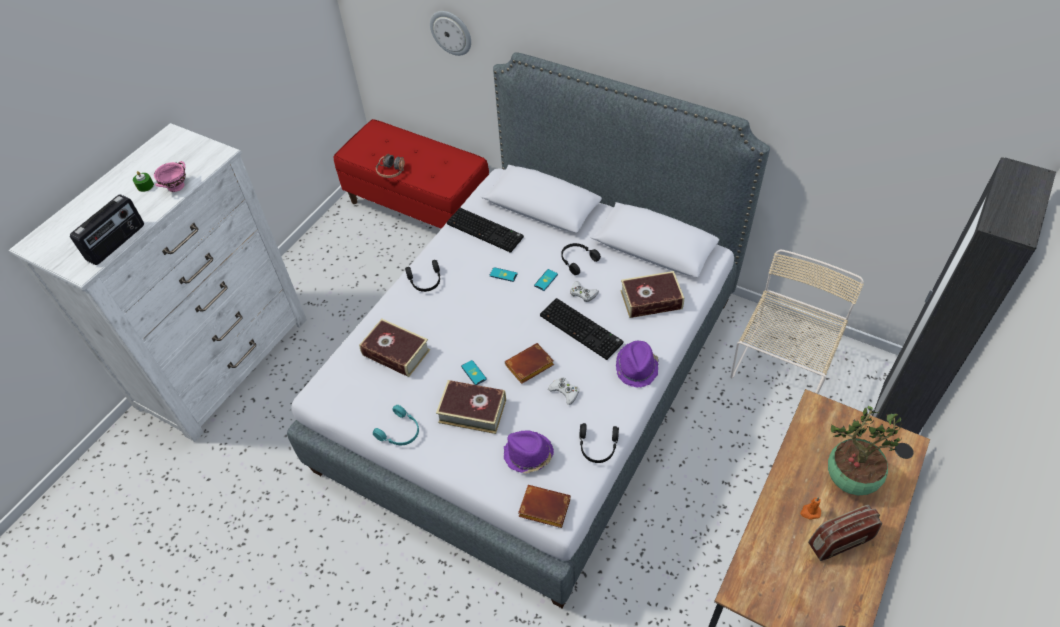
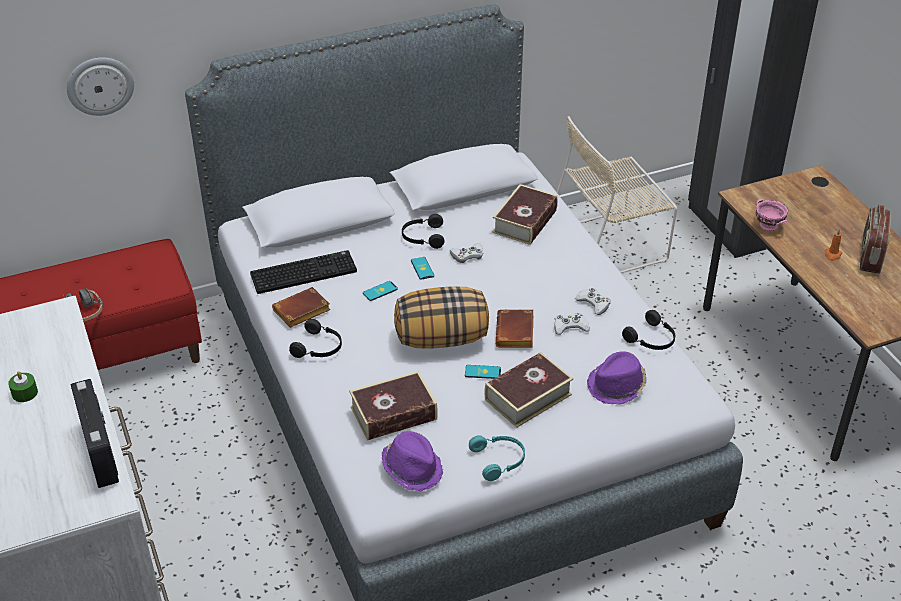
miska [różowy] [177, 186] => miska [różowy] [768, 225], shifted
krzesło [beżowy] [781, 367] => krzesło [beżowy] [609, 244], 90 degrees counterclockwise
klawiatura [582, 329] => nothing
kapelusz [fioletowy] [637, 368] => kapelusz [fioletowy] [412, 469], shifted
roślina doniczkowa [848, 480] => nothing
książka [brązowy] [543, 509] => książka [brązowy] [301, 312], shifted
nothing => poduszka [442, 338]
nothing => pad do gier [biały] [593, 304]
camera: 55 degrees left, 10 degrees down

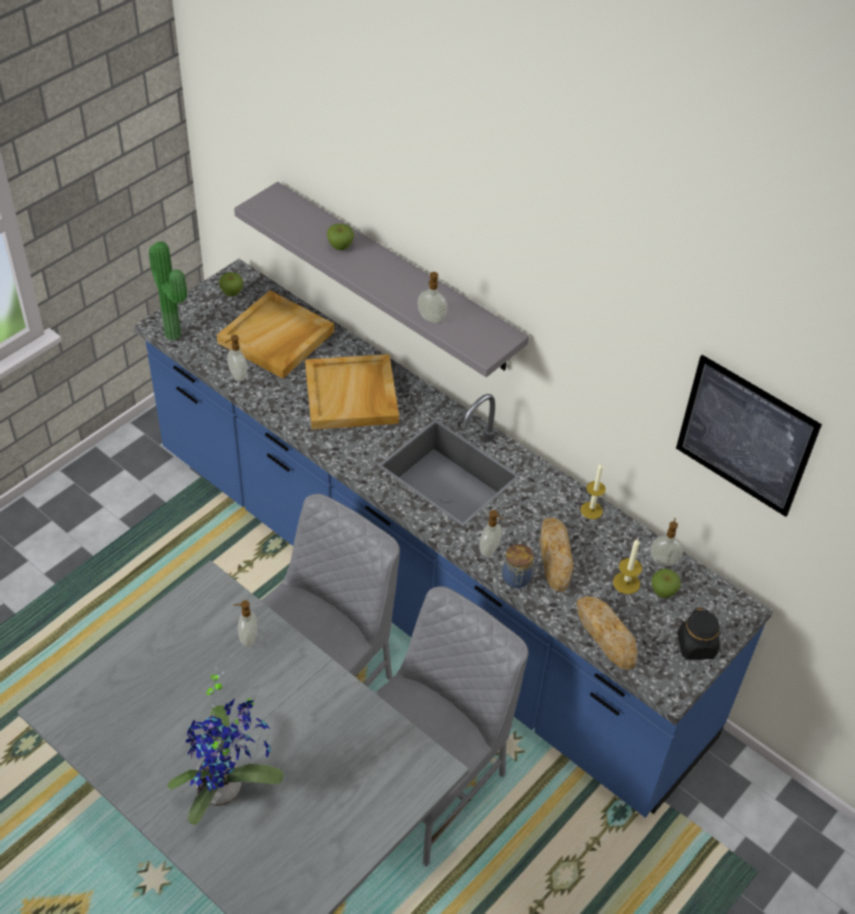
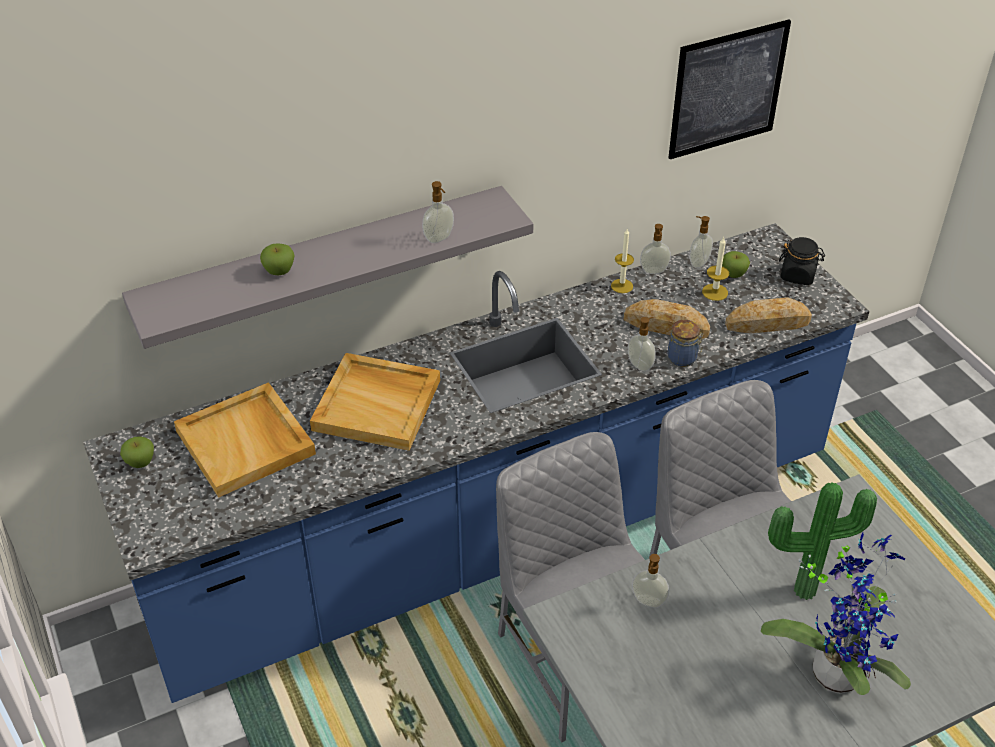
roślina doniczkowa [176, 333] => roślina doniczkowa [803, 587], shifted
dozownik mydła [237, 376] => dozownik mydła [654, 271], shifted
camera: 65 degrees left, 5 degrees down

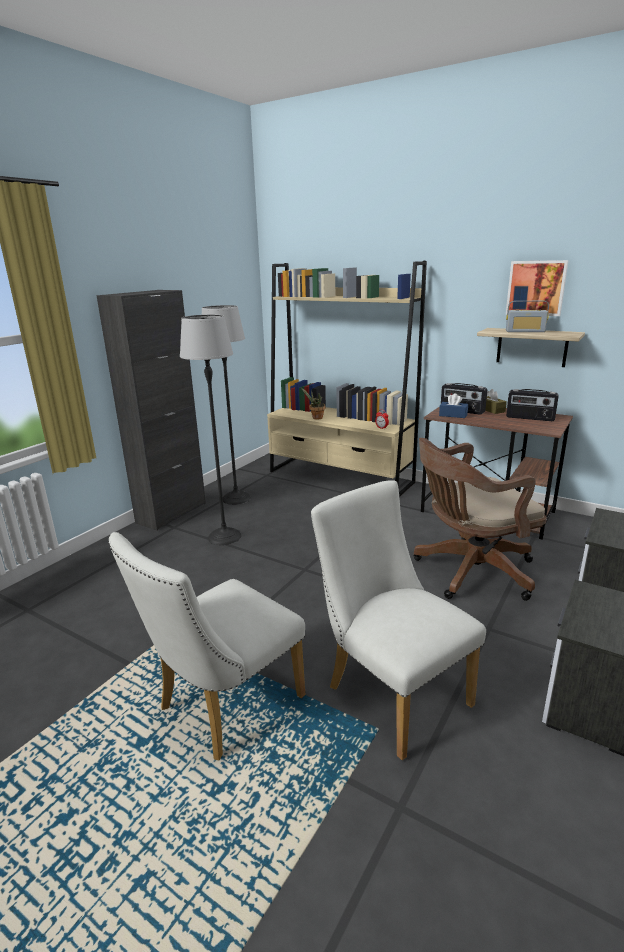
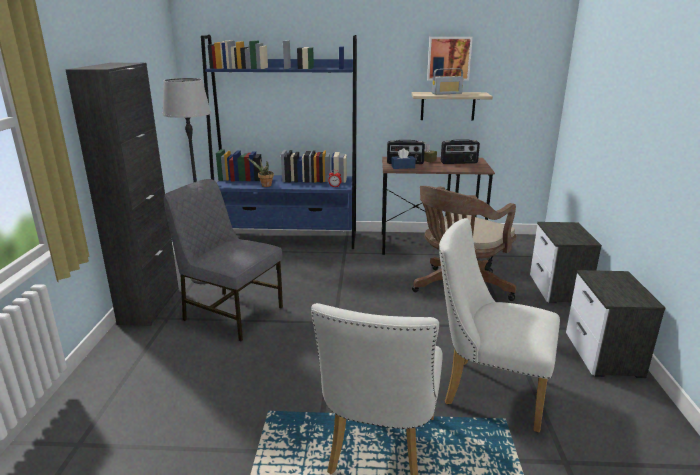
regał [beżowy] [340, 477] => regał [niebieski] [288, 239]
lampa stojąca [225, 536] => krzesło [szary] [231, 313]
camera: 30 degrees left, 0 degrees up

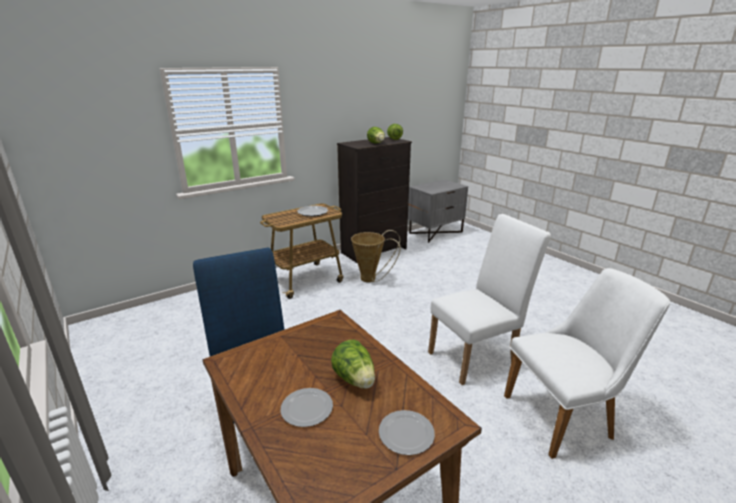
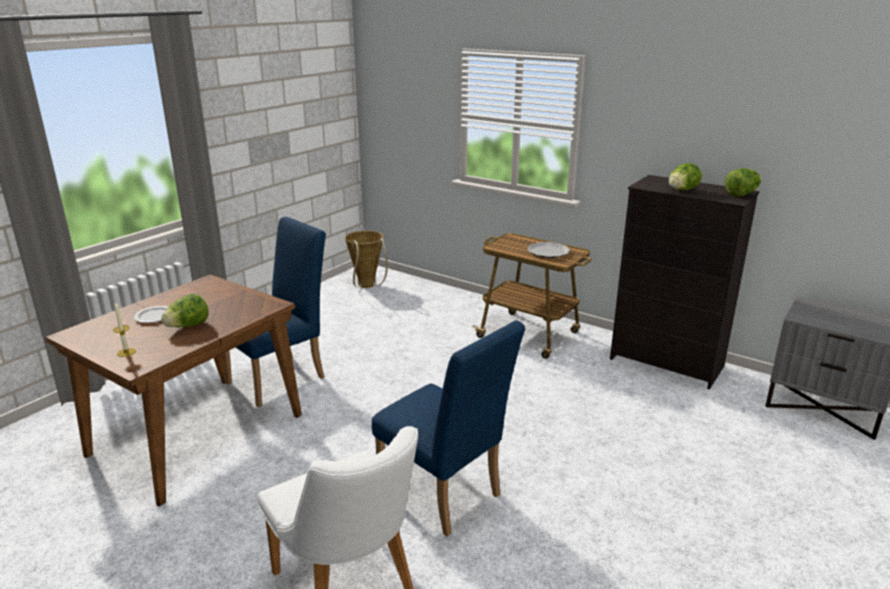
krzesło [biały] [477, 356] => krzesło [niebieski] [444, 496]
koszyk [372, 279] => koszyk [367, 286], shifted
talerz [405, 433] => świeca [126, 352]
camera: 70 degrees right, 0 degrees up

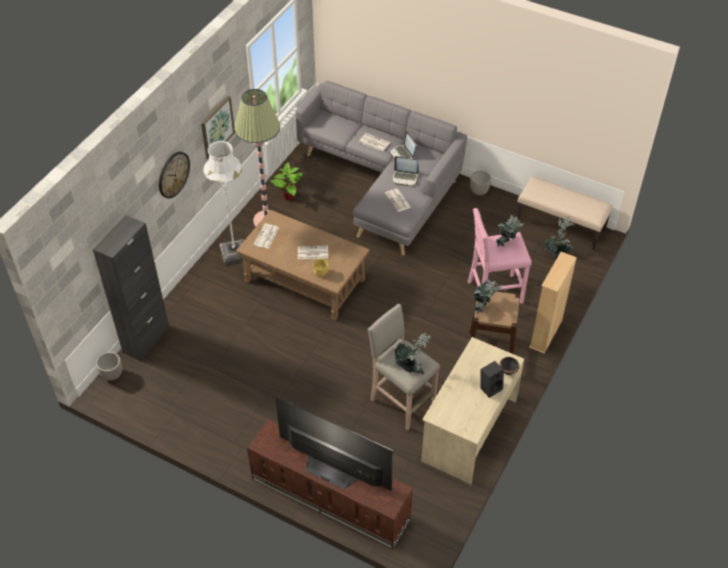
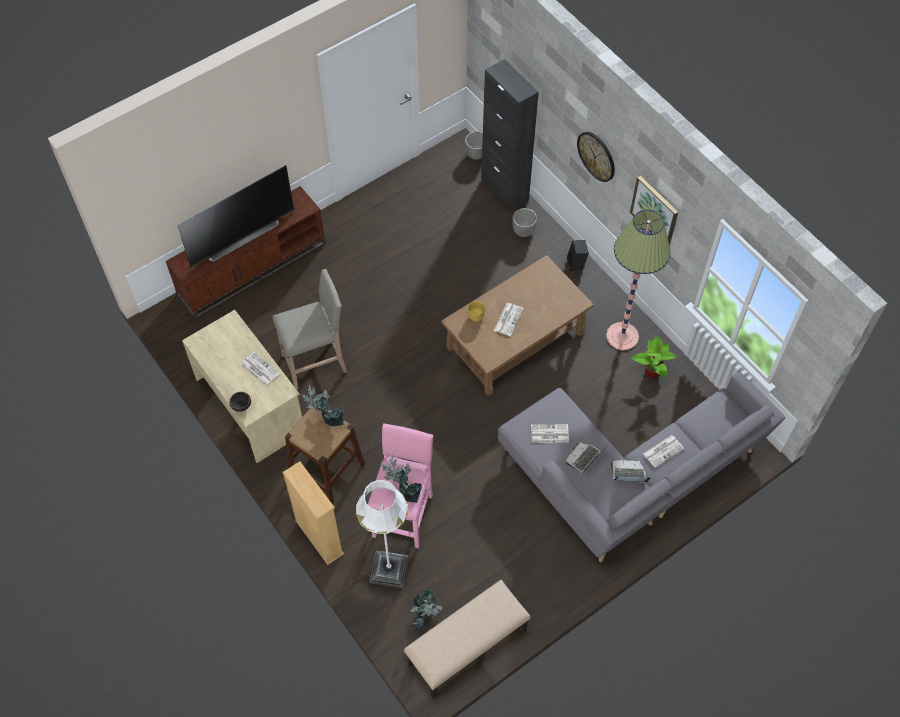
lampa stojąca [biały] [234, 252] => lampa stojąca [biały] [389, 570], shifted
donica [479, 191] => donica [523, 232], shifted
gazeta [266, 236] => gazeta [259, 369], shifted
roślina doniczkowa [411, 367] => nothing
głośnik [czarny] [490, 387] => głośnik [czarny] [576, 264], shifted
camera: 115 degrees right, 10 degrees up

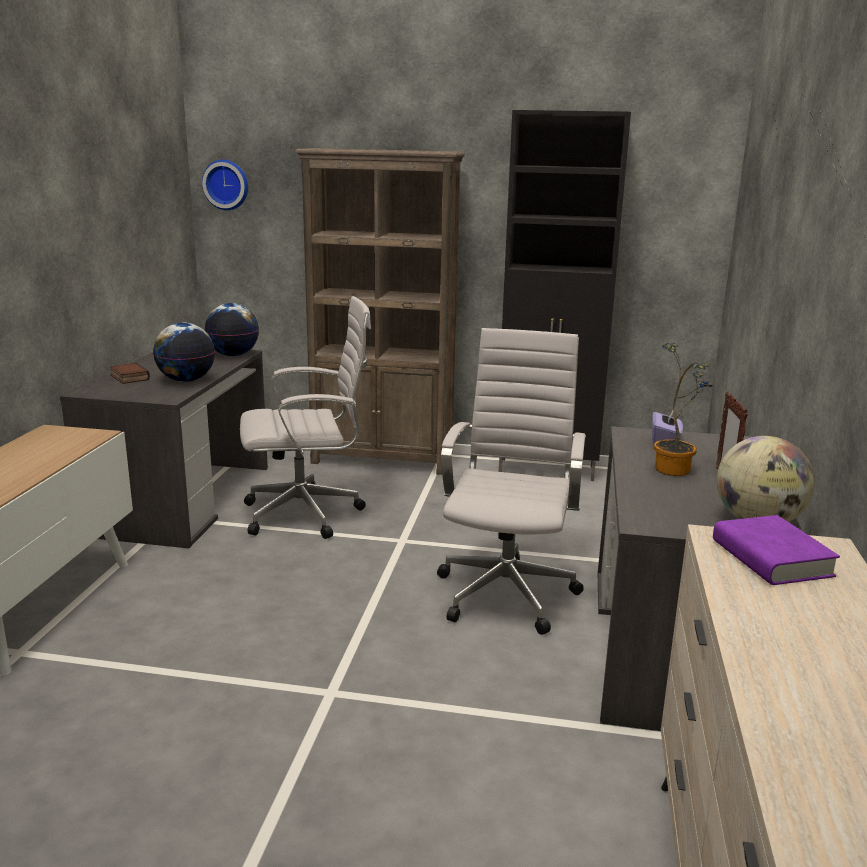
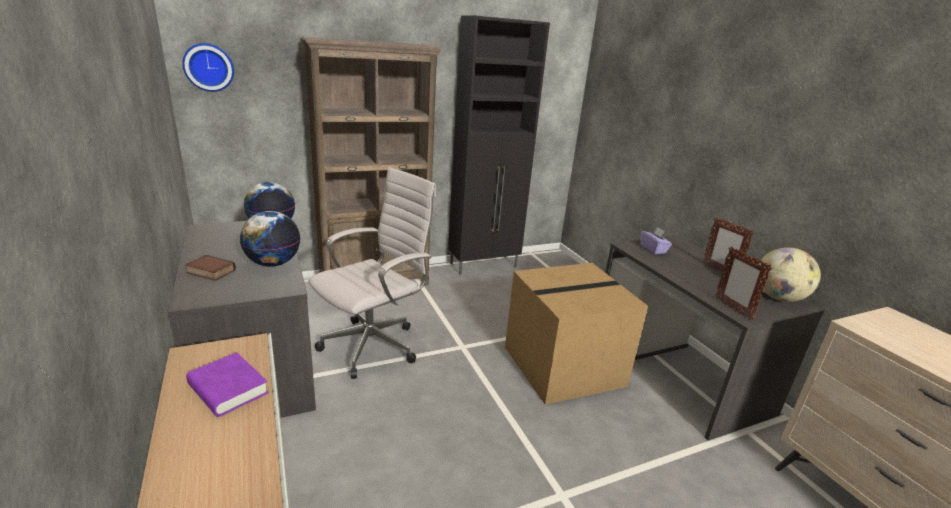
krzesło biurowe [biały] [507, 591] => karton [564, 365]
roślina doniczkowa [676, 468] => nothing
książka [fioletowy] [771, 558] => książka [fioletowy] [228, 389], shifted
nothing => ramka na zdjęcie [732, 308]
camera: 35 degrees left, 5 degrees up

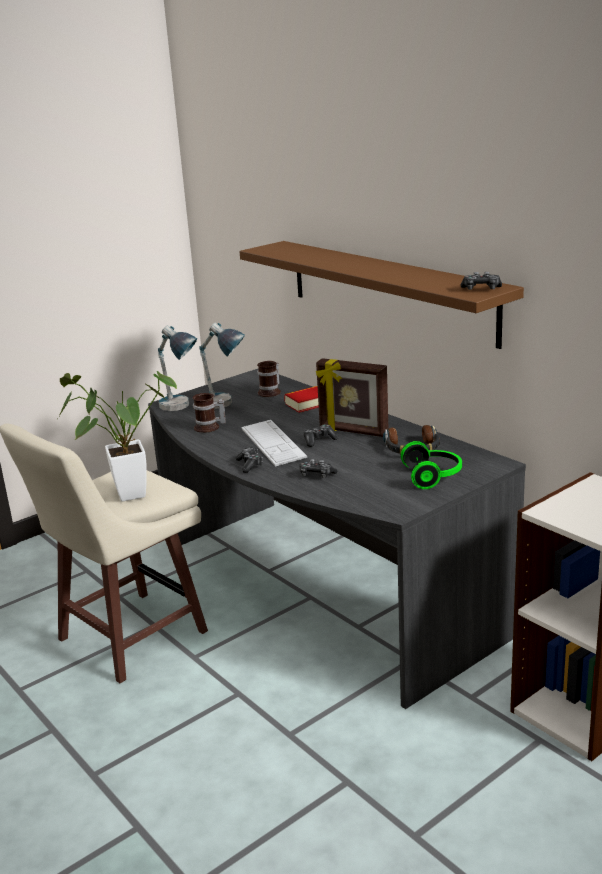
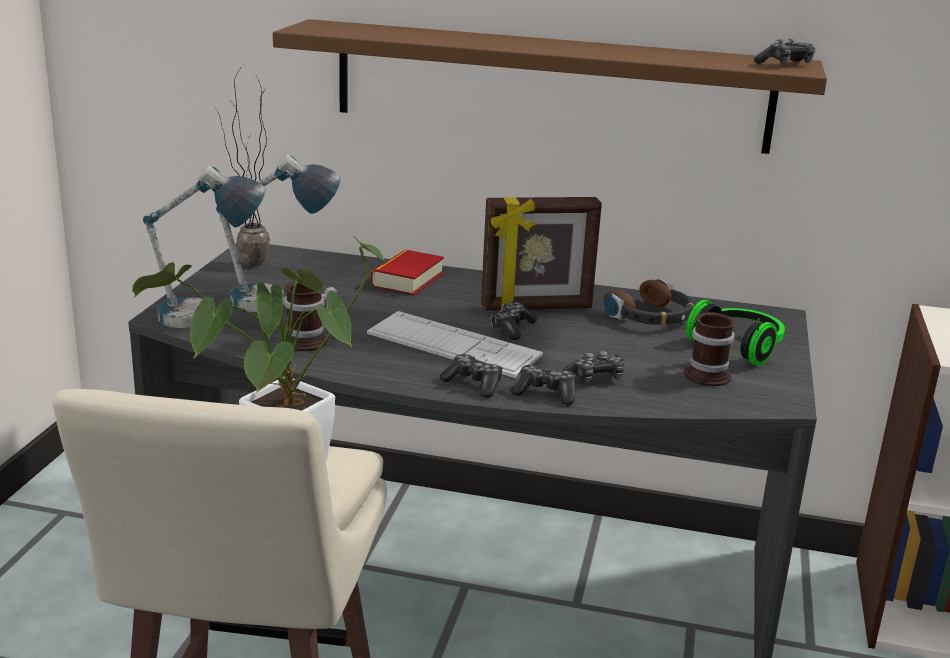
kubek [271, 392] => kubek [707, 373], shifted
nothing => roślina doniczkowa [246, 267]
nothing => pad do gier [545, 393]
camera: 40 degrees left, 0 degrees up

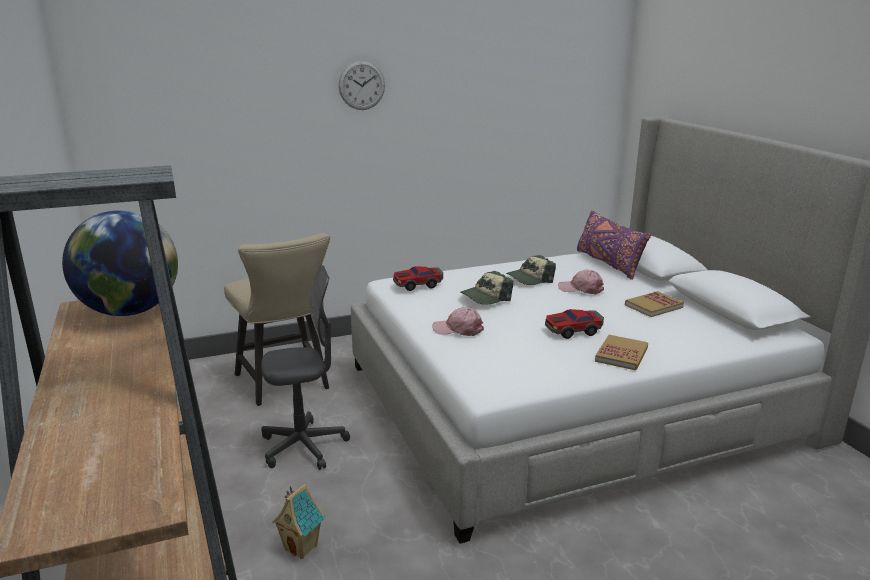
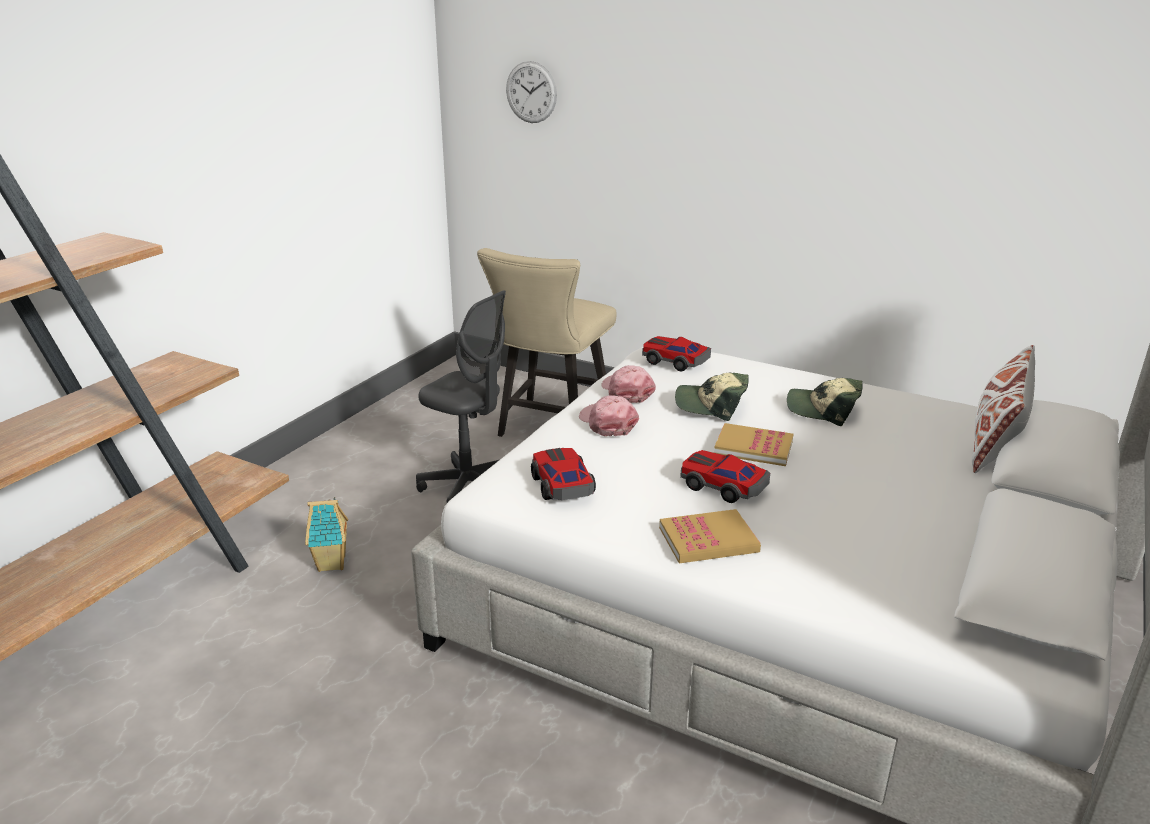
zegar ścienny [361, 85] => zegar ścienny [531, 92], shifted
globus [130, 311] => nothing
poduszka [fioletowy] [608, 263] => poduszka [biały] [996, 439]
czapka z daszkiem [różowy] [581, 289] => czapka z daszkiem [różowy] [627, 391], shifted
książka [653, 306] => książka [753, 447], shifted
nothing => samochodzik [562, 485]
camera: 50 degrees right, 5 degrees up

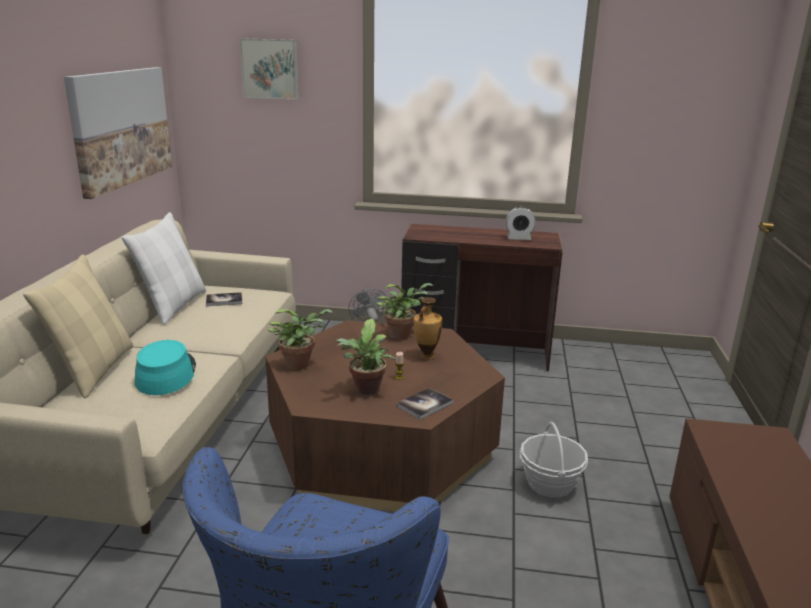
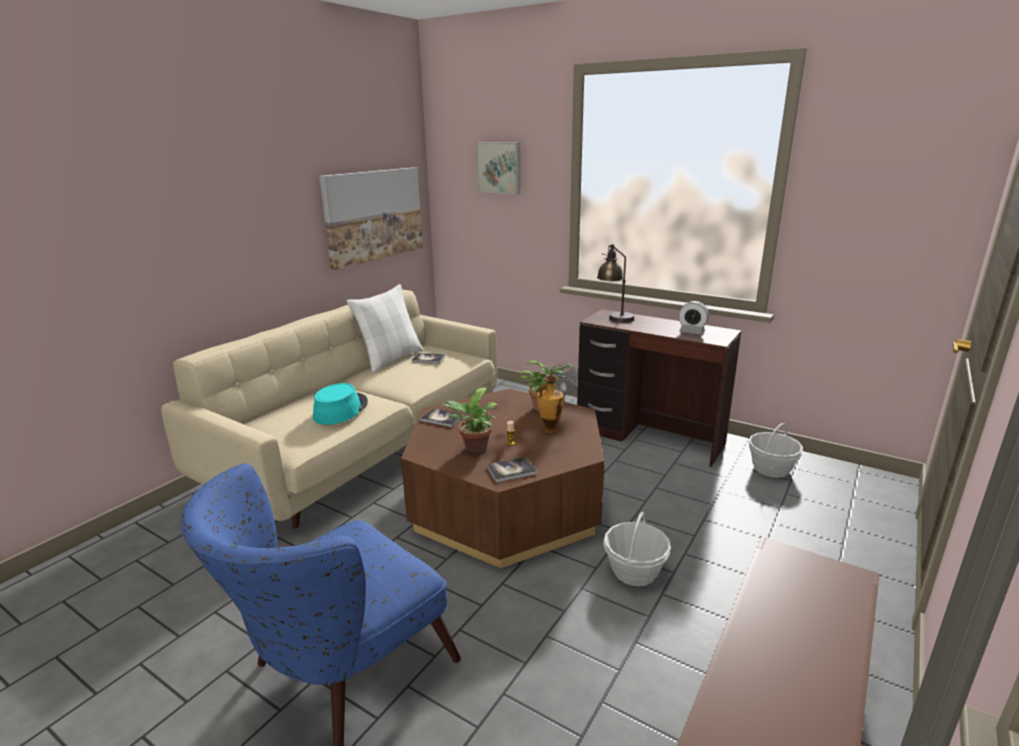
poduszka [beżowy] [94, 370] => nothing
roślina doniczkowa [300, 364] => książka [442, 418]
nothing => lampa stołowa [614, 316]
nothing => koszyk [771, 469]
camera: 25 degrees right, 0 degrees up

